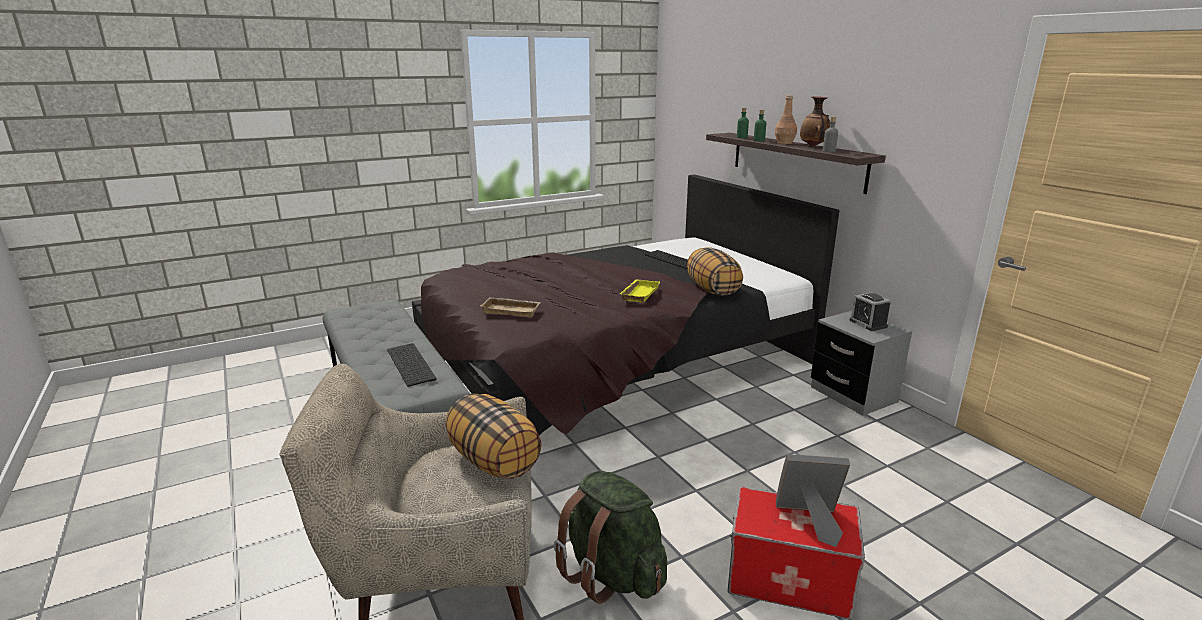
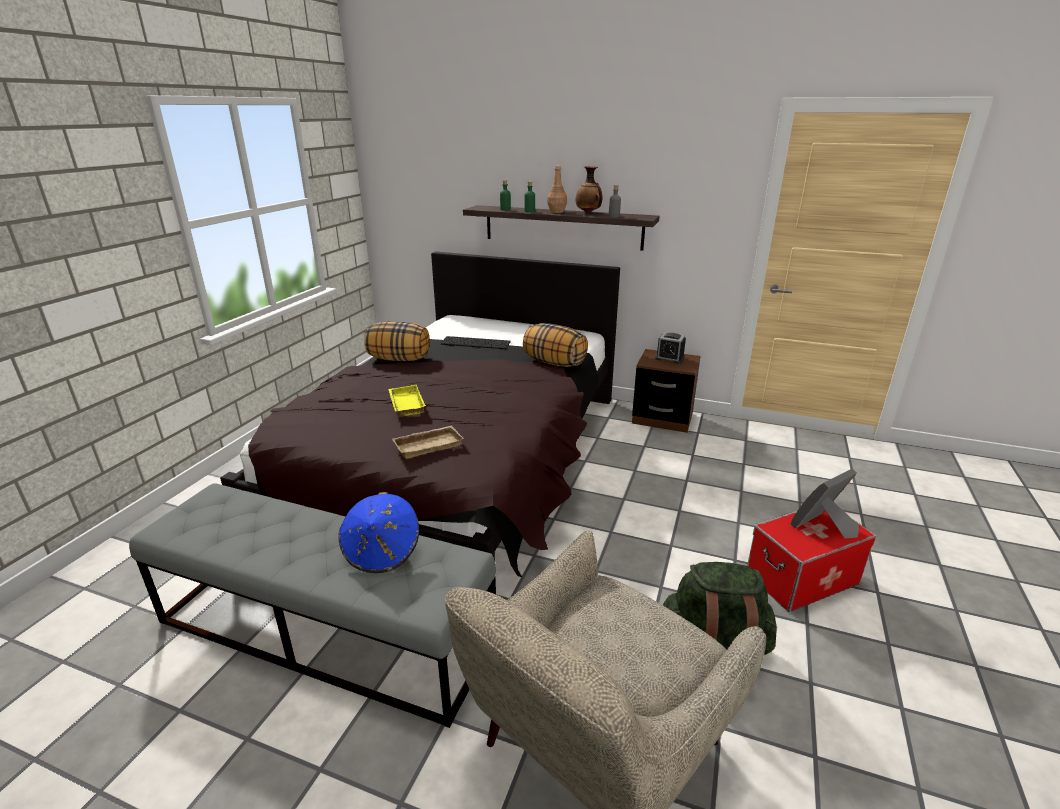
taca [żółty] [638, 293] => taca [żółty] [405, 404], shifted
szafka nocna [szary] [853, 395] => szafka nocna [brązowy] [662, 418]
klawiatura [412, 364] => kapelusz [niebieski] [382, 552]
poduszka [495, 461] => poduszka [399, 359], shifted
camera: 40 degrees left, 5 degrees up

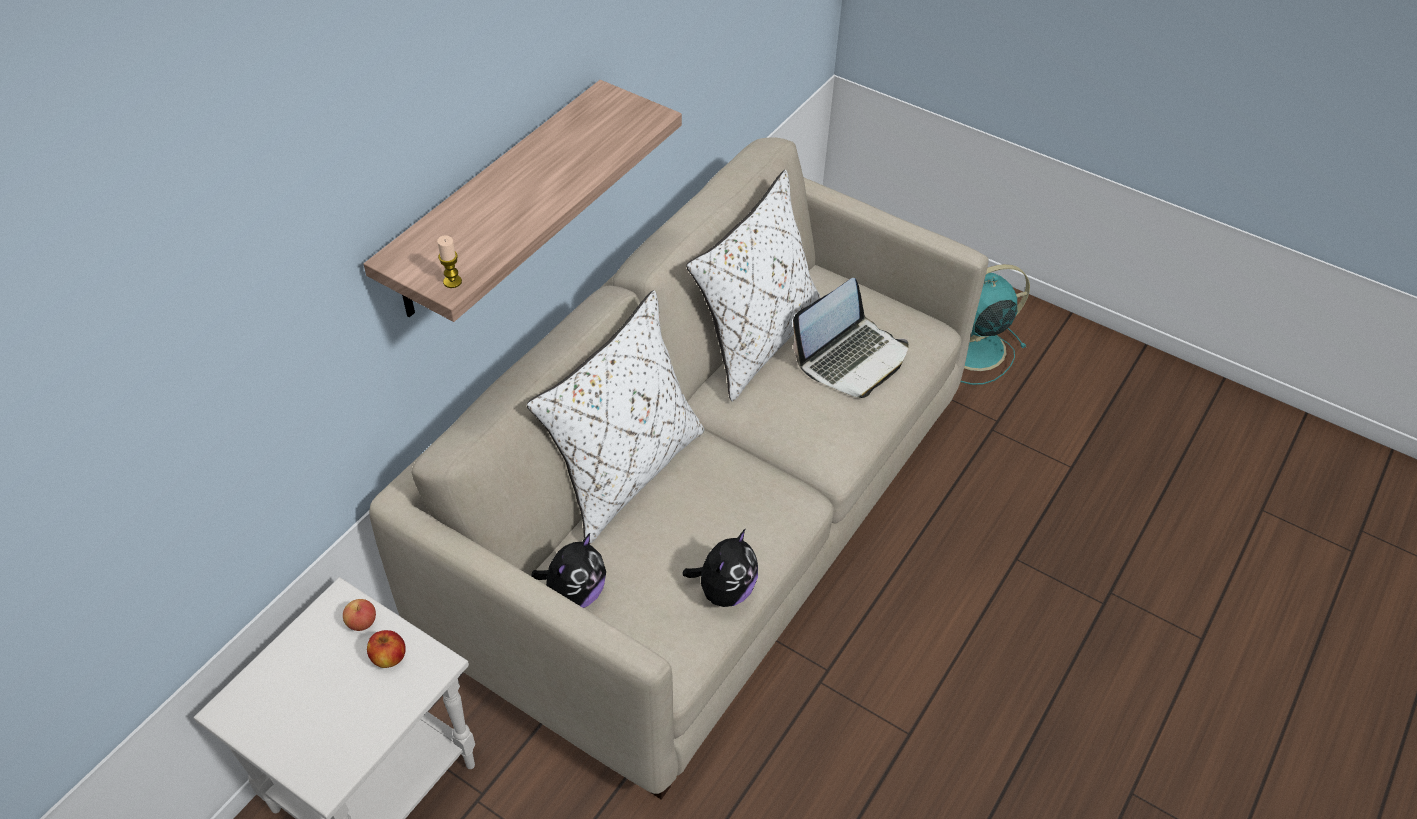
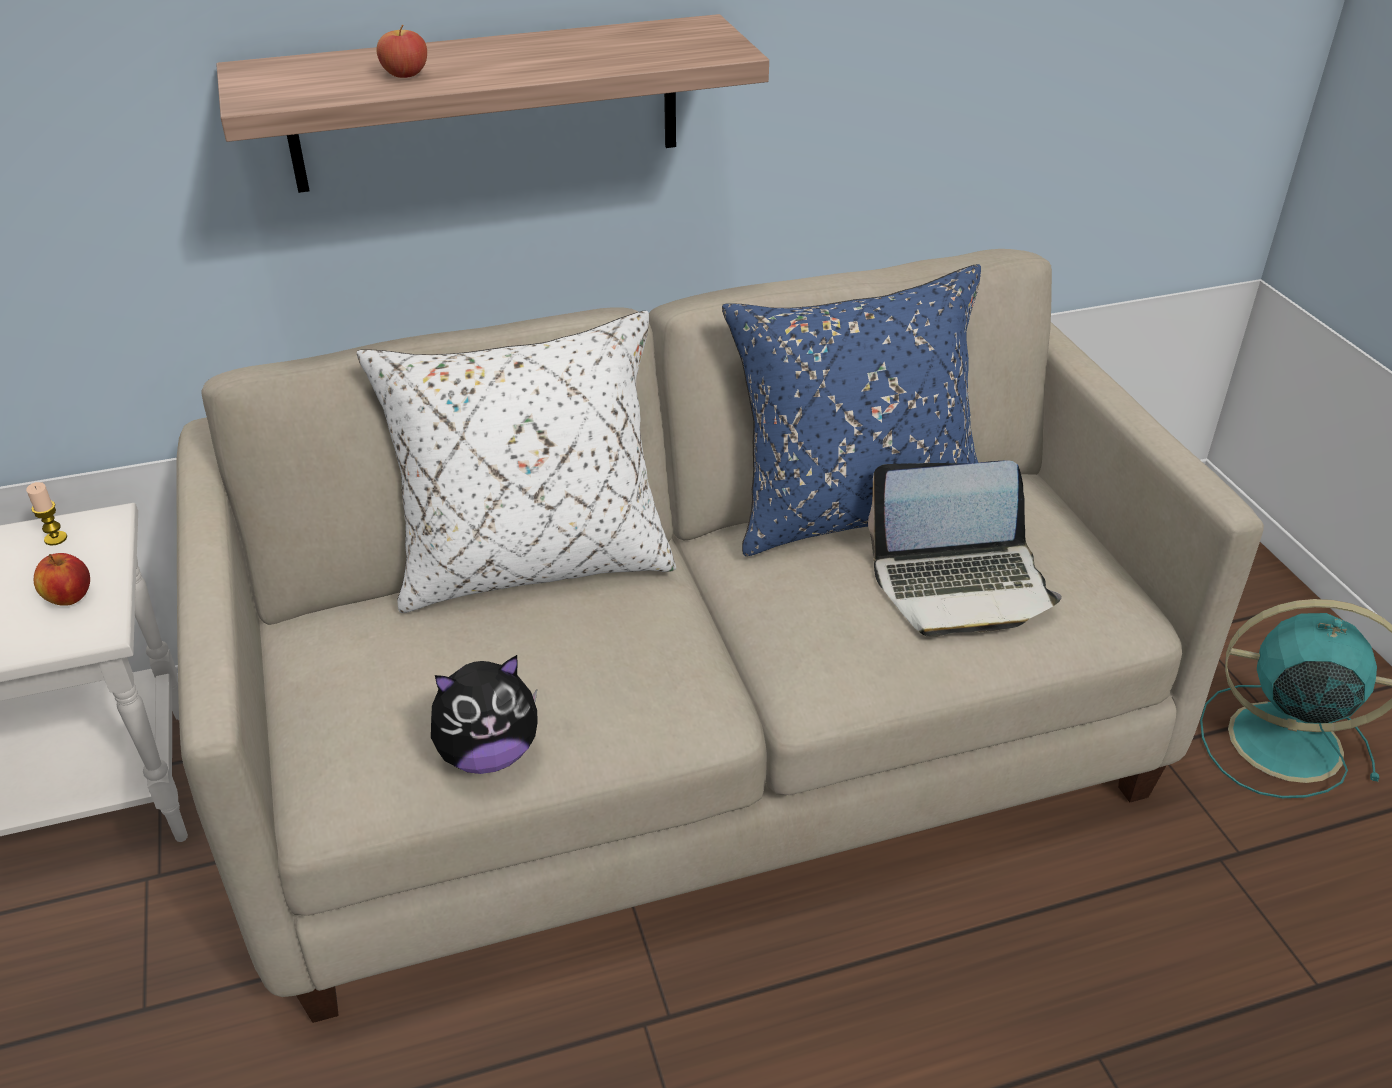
poduszka [biały] [755, 341] => poduszka [niebieski] [852, 510]
świeca [452, 282] => świeca [55, 538], shifted
pluszak [574, 594] => nothing
jabłko [362, 622] => jabłko [405, 74], shifted
camera: 40 degrees right, 10 degrees down

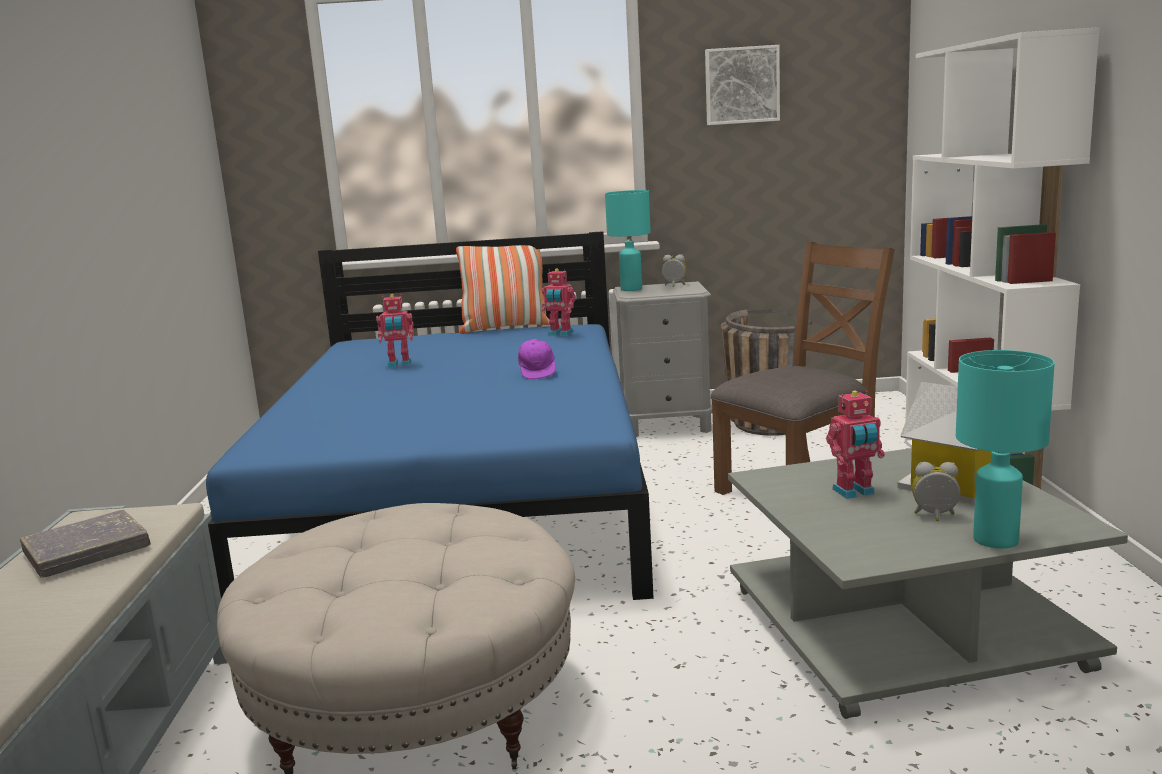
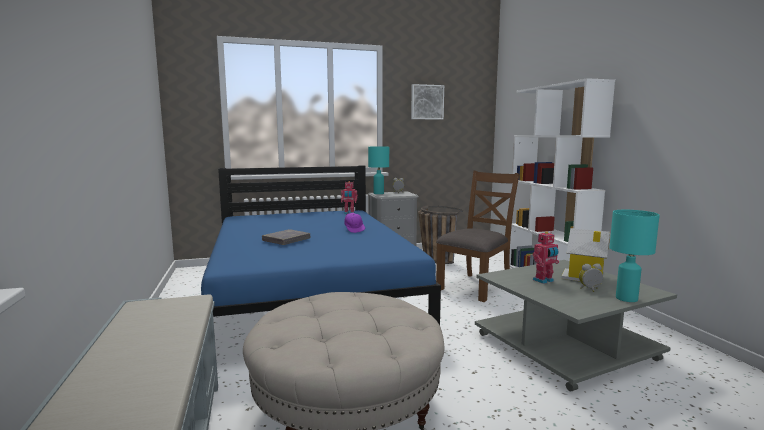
poduszka [505, 327] => nothing
robot zabawkowy [399, 364] => nothing
książka [szary] [87, 551] => książka [szary] [286, 240], shifted
camera: 15 degrees left, 5 degrees down

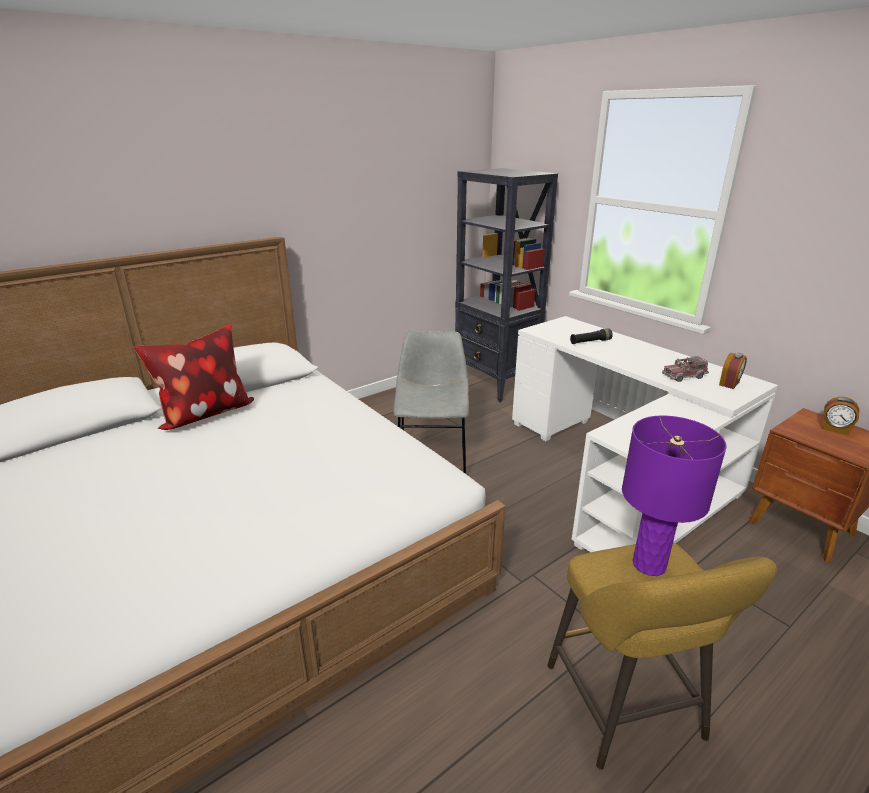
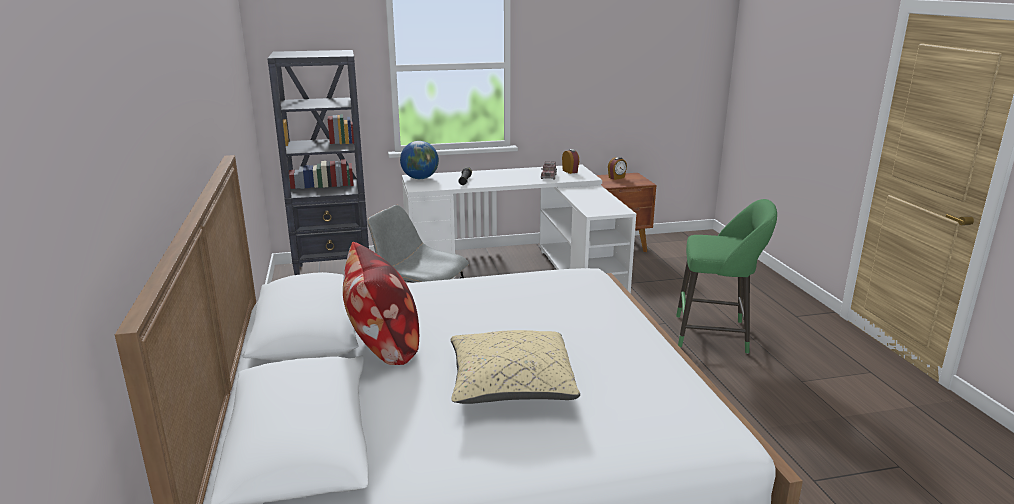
lampa stołowa [fioletowy] [649, 565] => nothing
stołek [żółty] [628, 709] => stołek [zielony] [716, 335]
nothing => globus [420, 178]
nothing => poduszka [beżowy] [511, 386]
camera: 65 degrees left, 5 degrees down

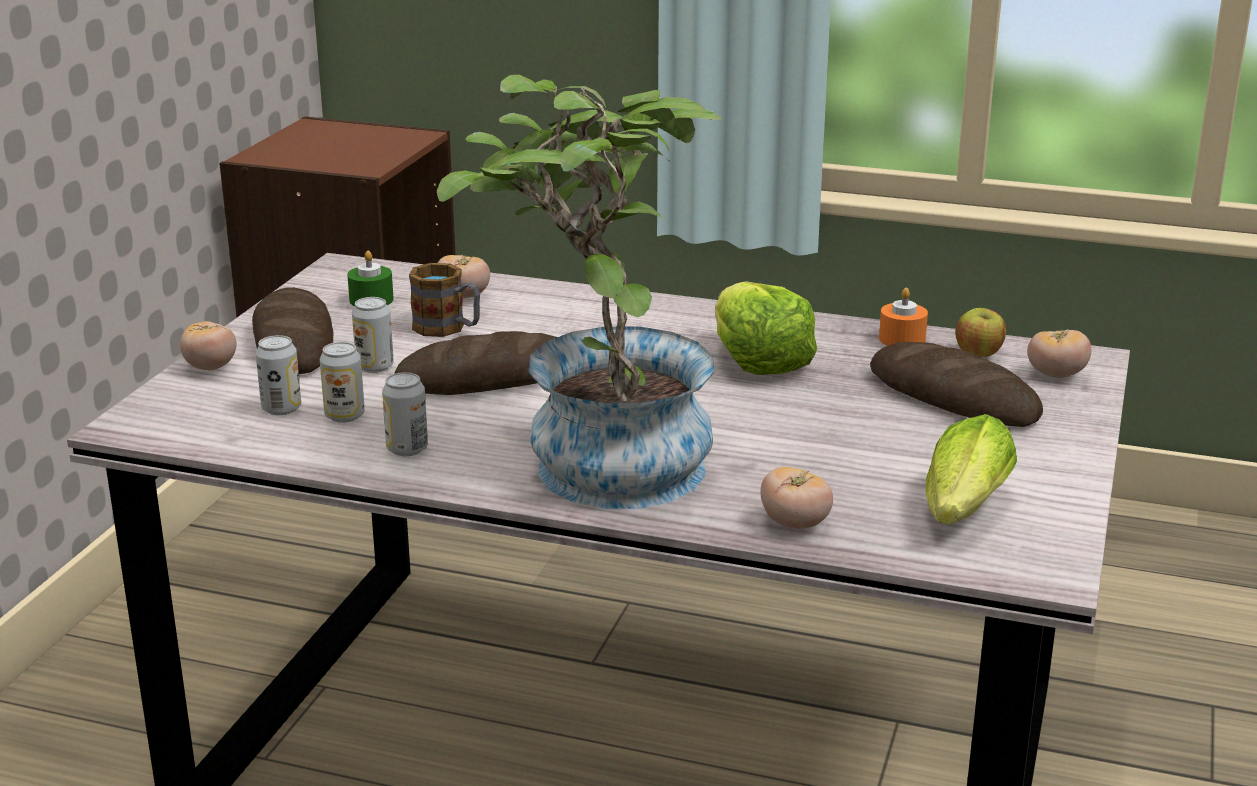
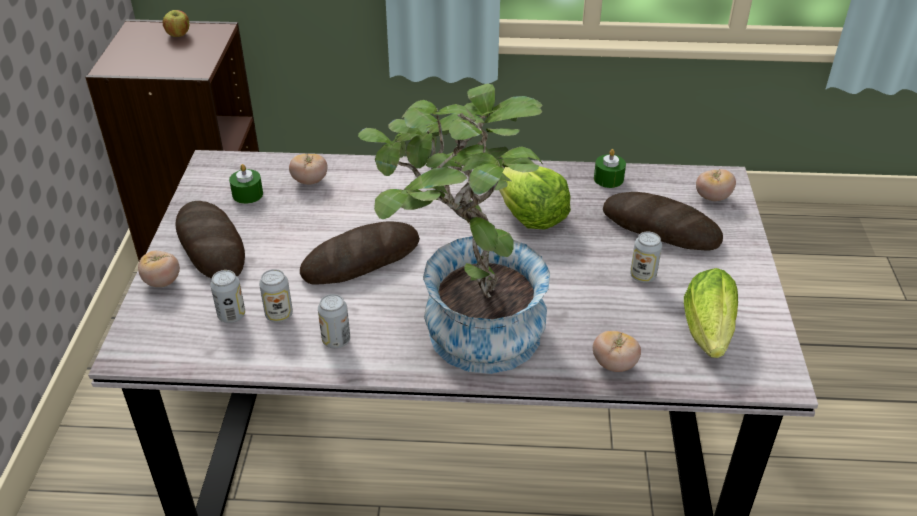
kubek [448, 328] => nothing
świeca [pomarańczowy] [902, 339] => świeca [zielony] [608, 179]
puszka [375, 366] => puszka [643, 276], shifted
jabłko [978, 354] => jabłko [178, 35], shifted
camera: 15 degrees left, 15 degrees up

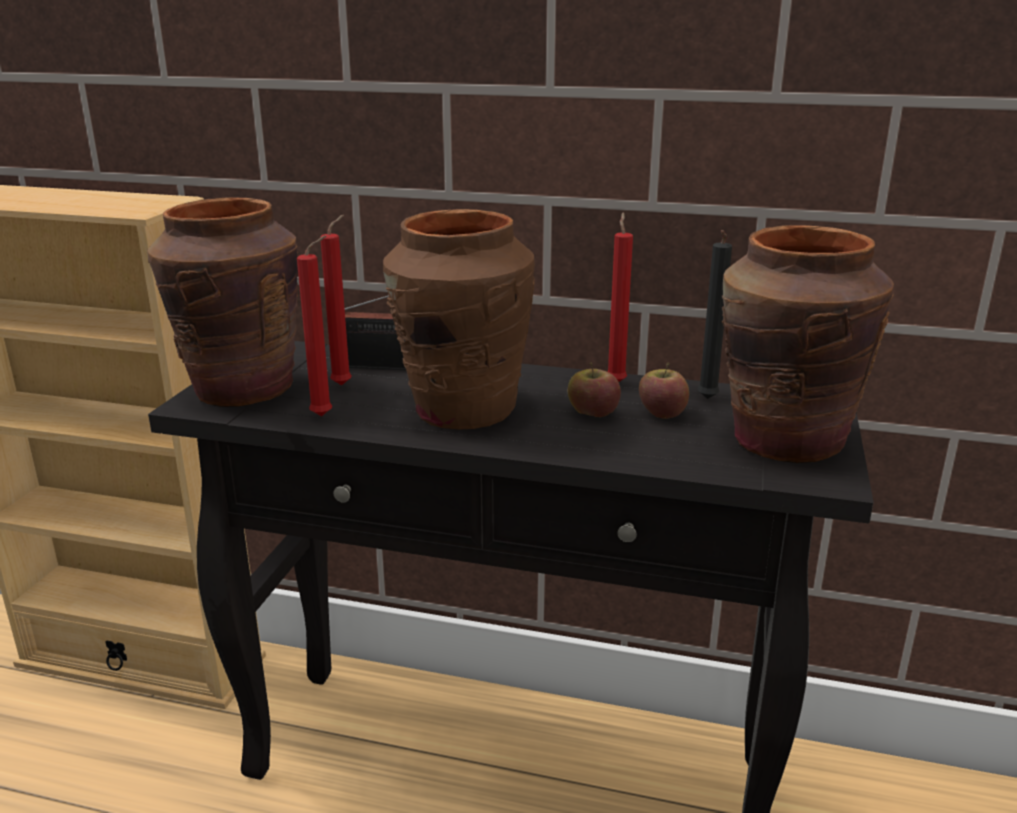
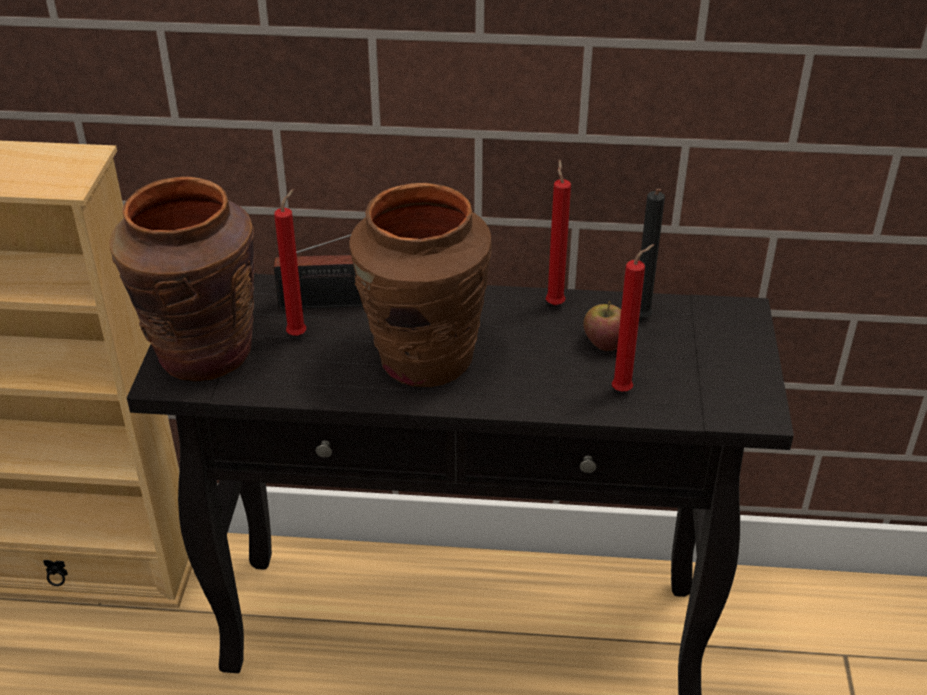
wazon [brązowy] [785, 441] => nothing
świeca [czerwony] [325, 416] => świeca [czerwony] [624, 390], shifted
jabłko [592, 413] => nothing
camera: 10 degrees left, 15 degrees up

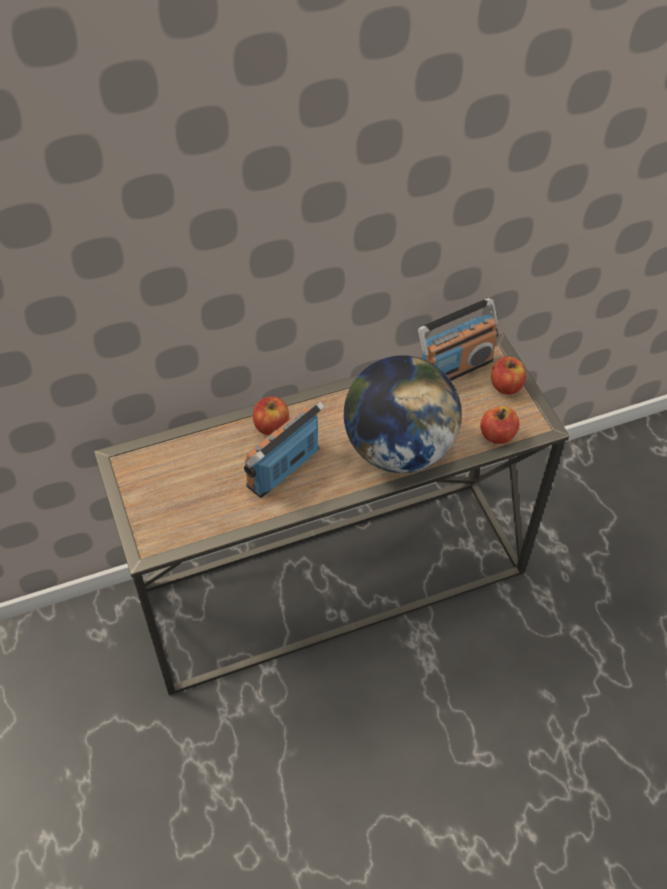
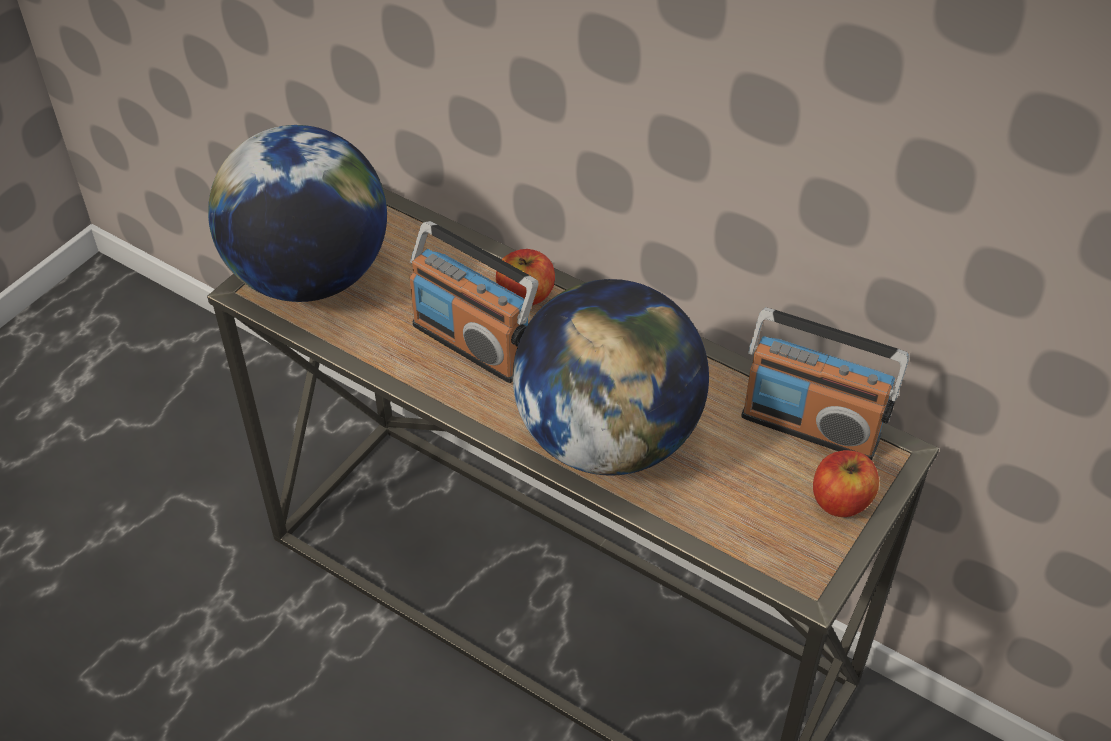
radio [284, 468] => radio [472, 343], 150 degrees counterclockwise
jabłko [497, 435] => nothing
nothing => globus [310, 276]
camera: 55 degrees right, 5 degrees down

